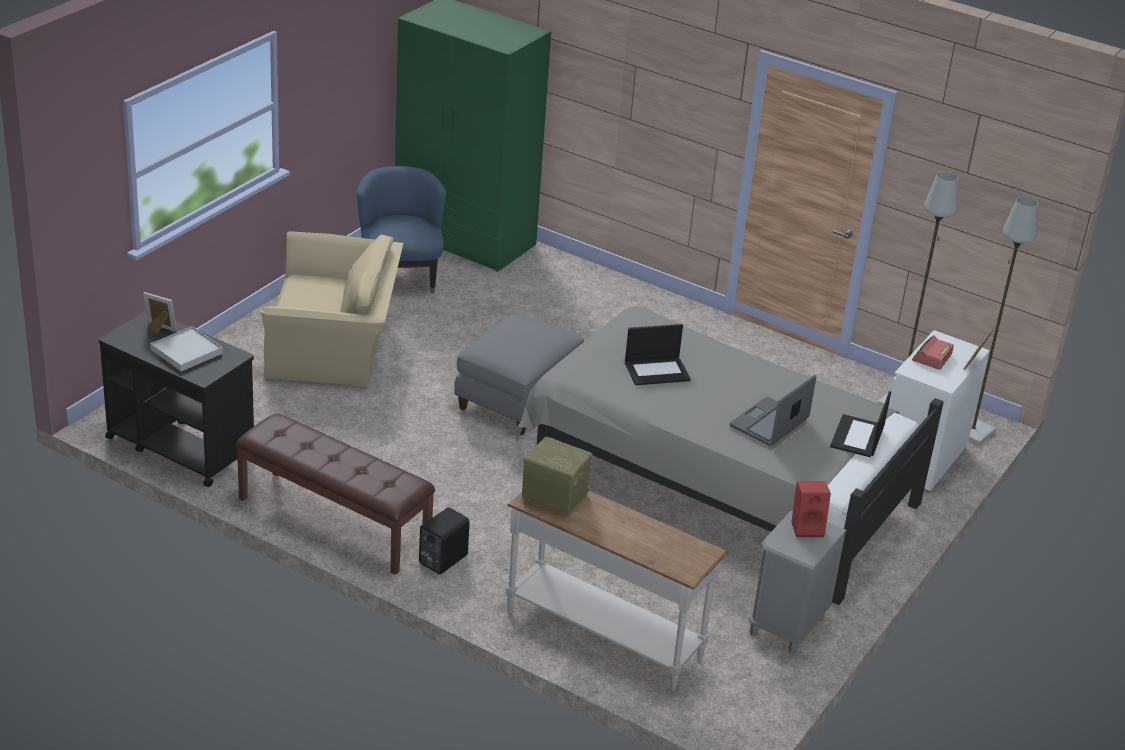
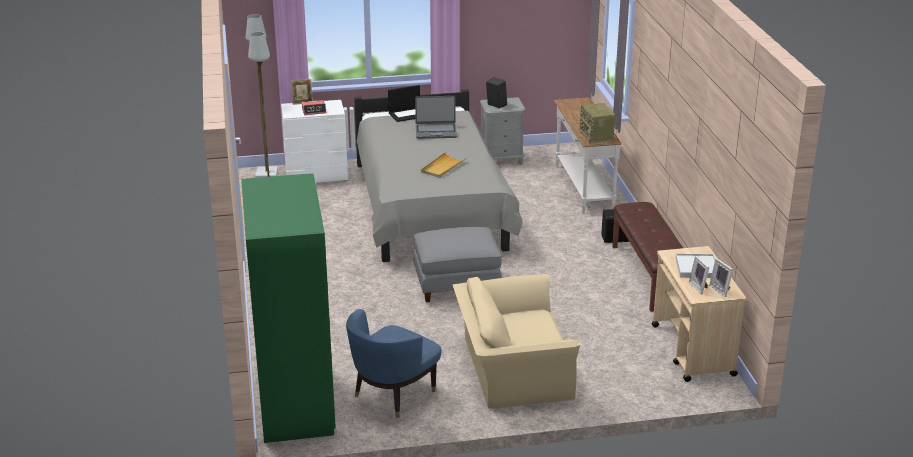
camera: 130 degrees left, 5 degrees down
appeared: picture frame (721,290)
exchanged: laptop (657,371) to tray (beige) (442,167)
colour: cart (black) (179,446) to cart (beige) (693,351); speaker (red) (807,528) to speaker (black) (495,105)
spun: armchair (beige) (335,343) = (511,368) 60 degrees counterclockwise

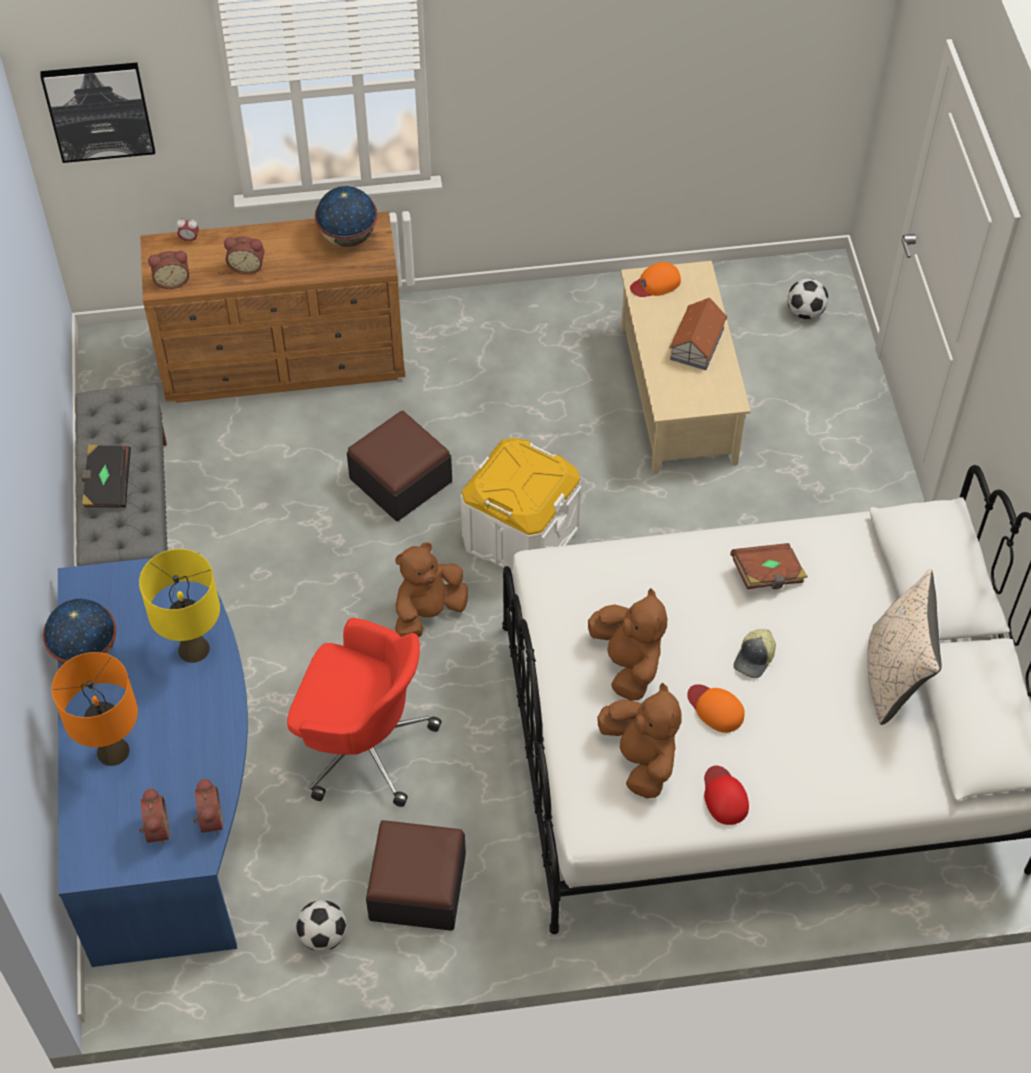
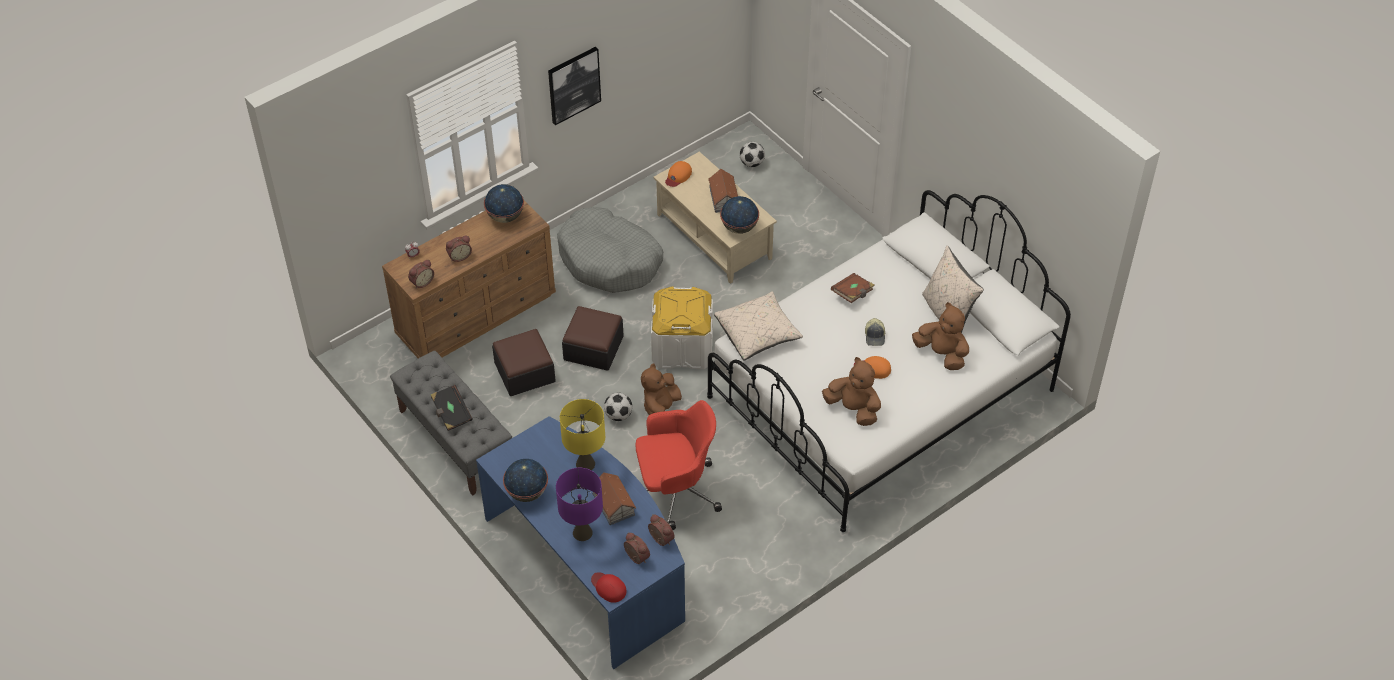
camera: 30 degrees left, 5 degrees down
appeared: globe (739,227); dog bed (grey) (609,260); pillow (beige) (757,334); toy house (613,504)
relocated: picture (99,111) to (573,84); plush toy (brown) (628,663) to (942,354); cap (red) (724,796) to (608,587); ottoman (417,887) to (524,372); football (323,936) to (618,415)
colour: table lamp (orange) (112,751) to table lamp (purple) (582,533)

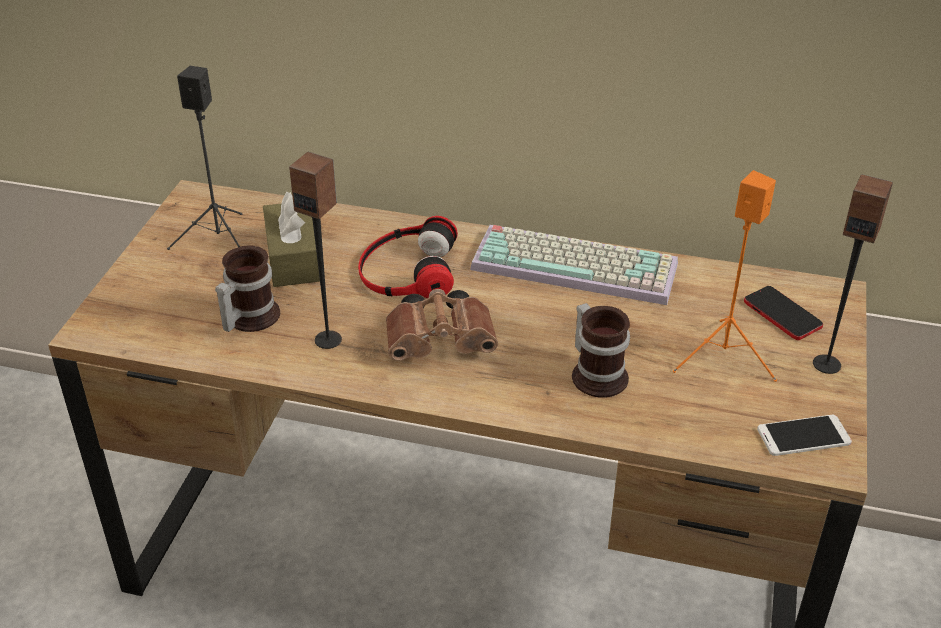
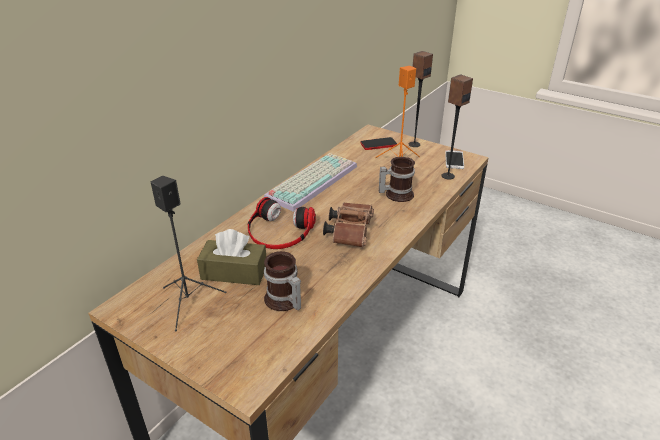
camera: 70 degrees left, 5 degrees down
relocated: speaker (328,339) to (447,176)

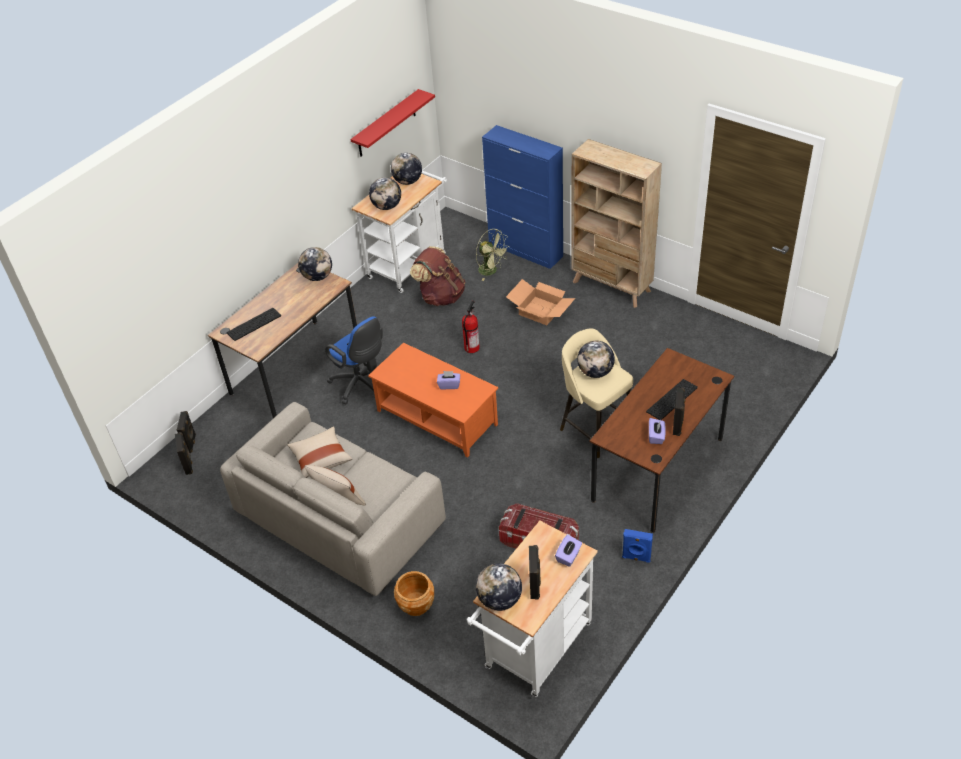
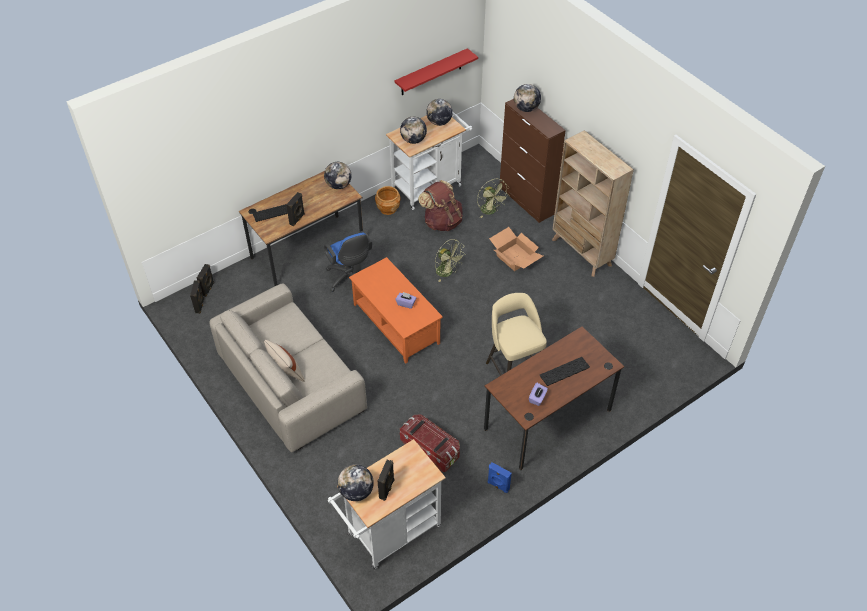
camera: 15 degrees right, 5 degrees up
missing: pillow (beige) (320,459); tissue box (purple) (568,556)
relocated: globe (595,372) to (526,108); speaker (black) (678,425) to (297,219); planter (brown) (416,604) to (388,209)
exchanged: fire extinguisher (472,347) to fan (green) (447,272)
colour: cabinet (blue) (526,250) to cabinet (brown) (526,200)

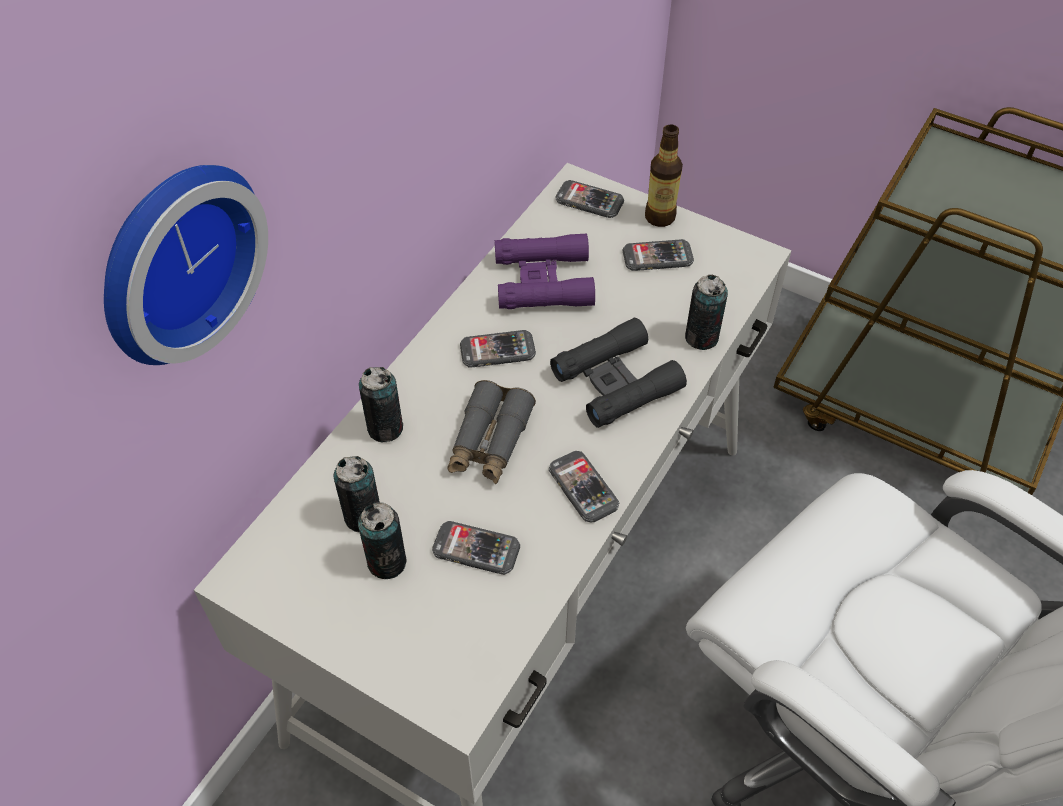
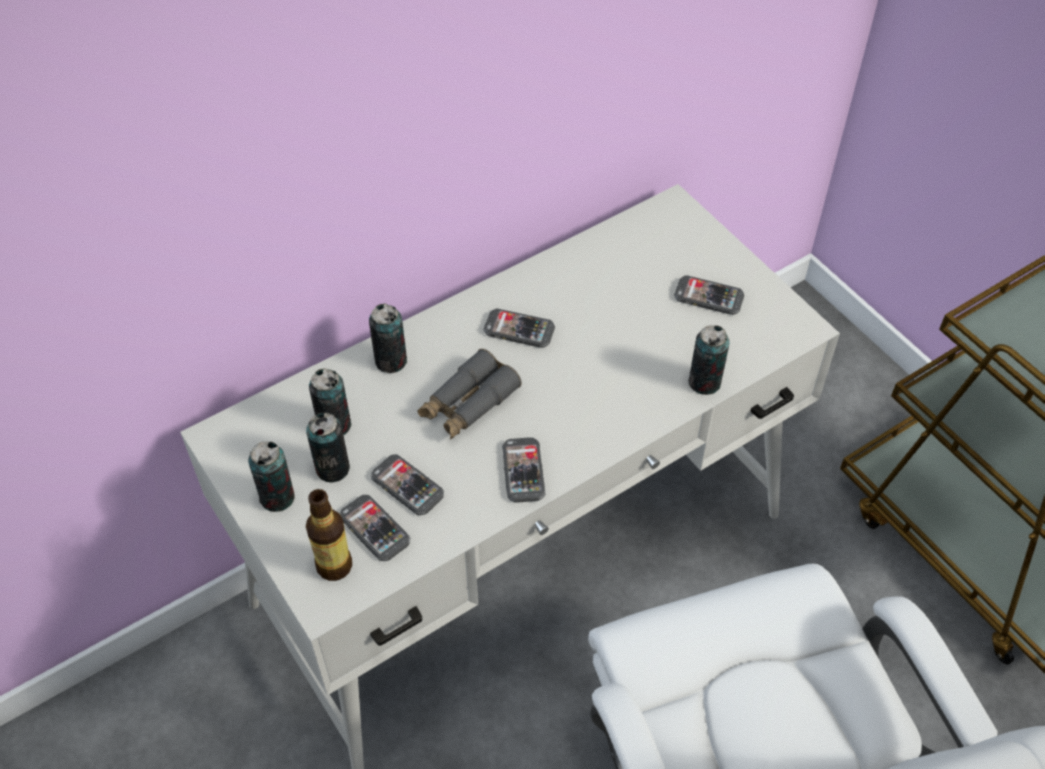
camera: 25 degrees right, 0 degrees up
missing: wall clock (173,259); binoculars (purple) (543,281); binoculars (black) (616,381)
appeared: can (277,497)
relocated: bottle (660,217) to (334,566); phone (589,201) to (374,529)

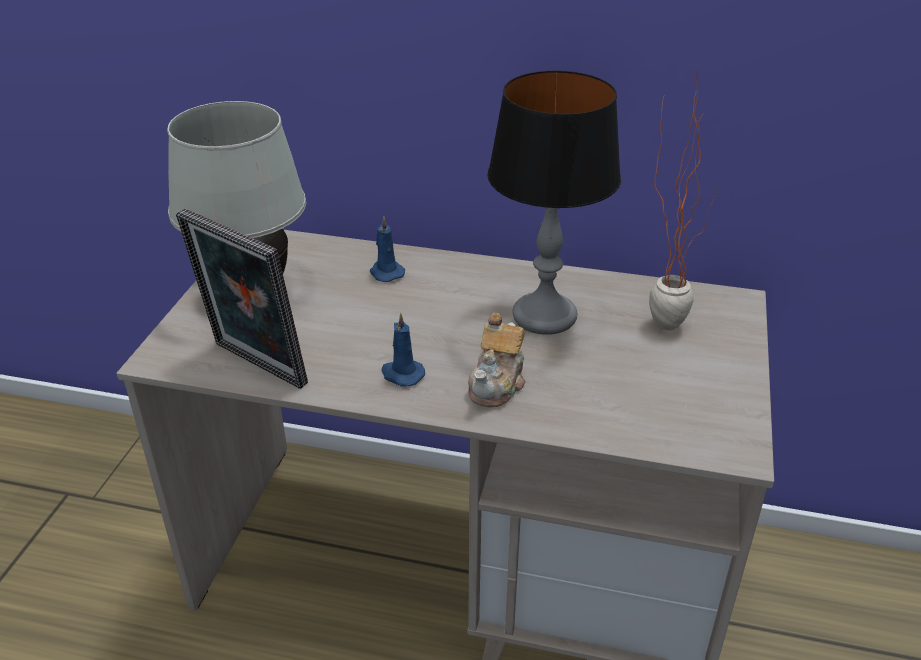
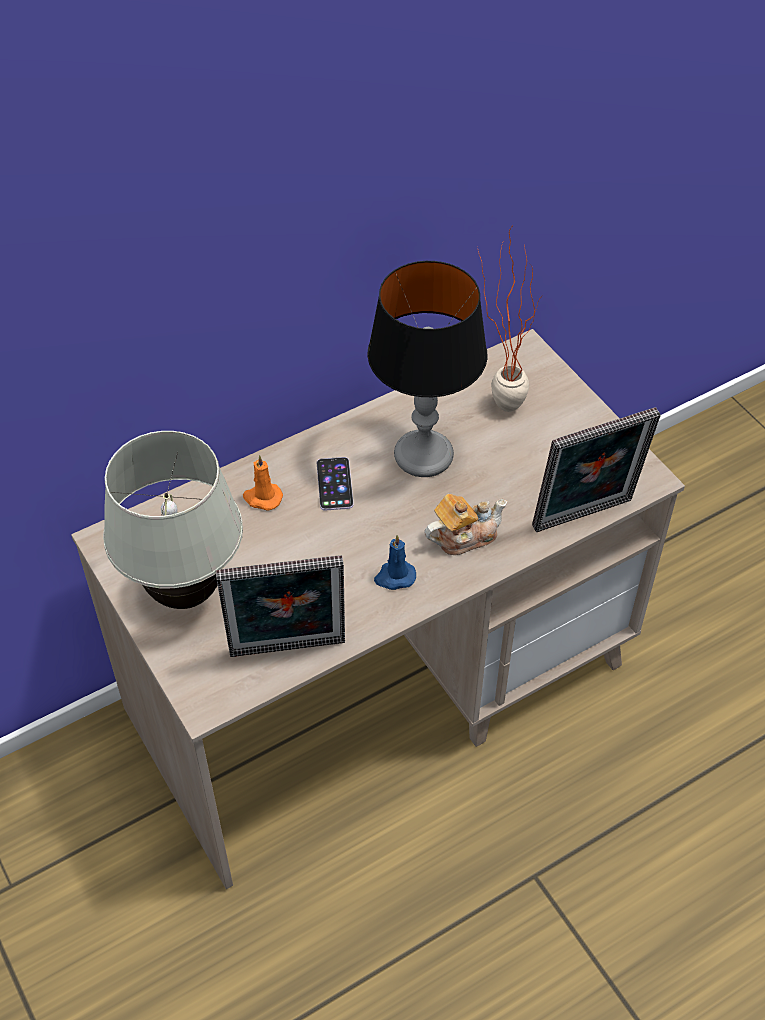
camera: 45 degrees left, 15 degrees up
appeared: picture frame (585,518); phone (334,484)
colour: candle (blue) (386,272) to candle (orange) (262,498)
spun: teapot (498,384) = (464,536) 90 degrees counterclockwise

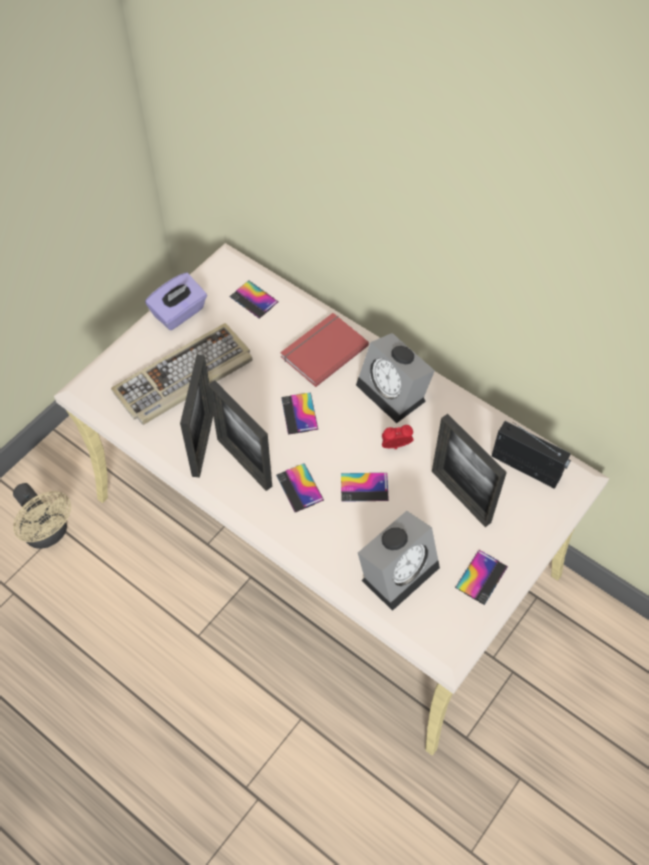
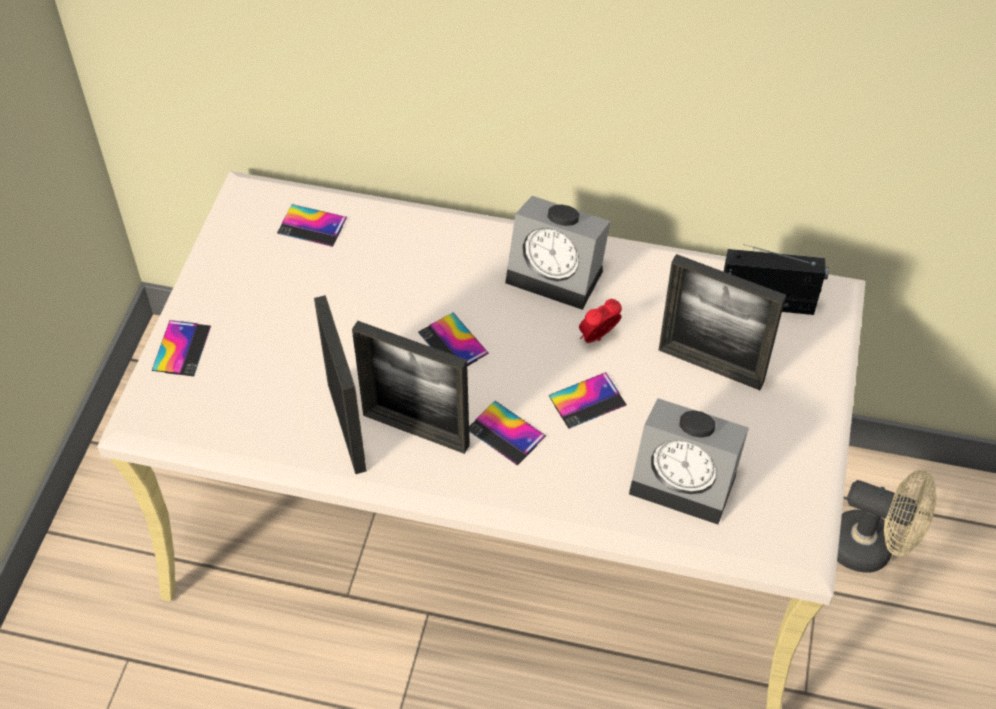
camera: 25 degrees left, 5 degrees down
missing: tissue box (purple) (179,313); book (red) (322,350); keyboard (184,378)
relocated: fan (beige) (49,534) to (871,548); phone (481,577) to (181,348)
spun: alarm clock (399,569) = (687,481) 90 degrees clockwise

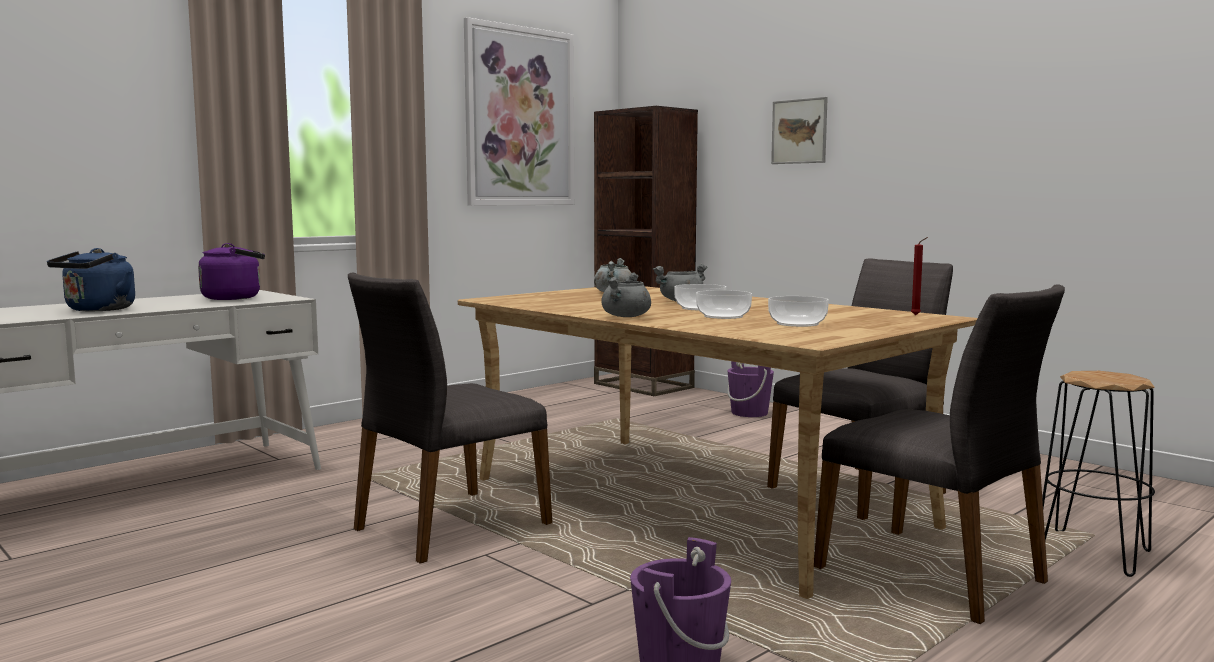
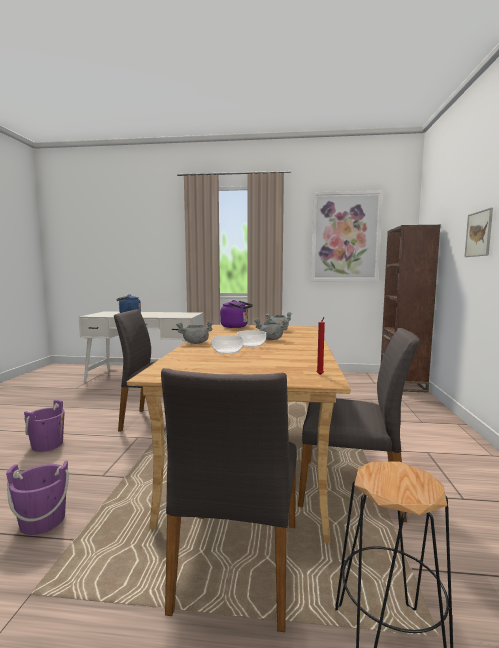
camera: 50 degrees right, 0 degrees up
missing: bowl (798,324)
relocated: kettle (purple) (235,298) to (236,326); bucket (purple) (749,413) to (47,445)

